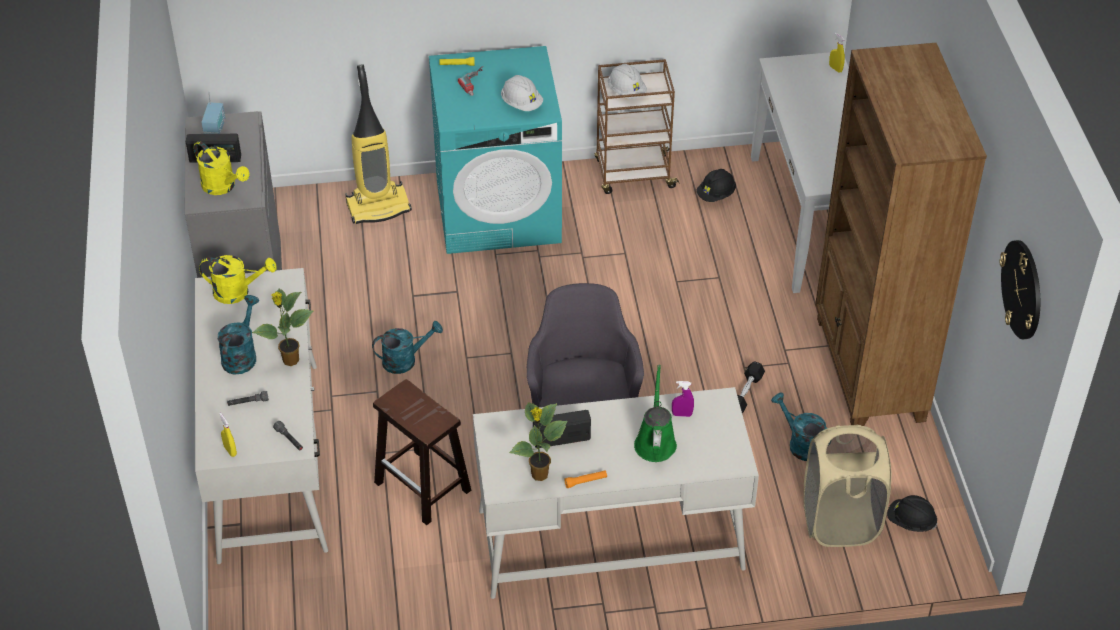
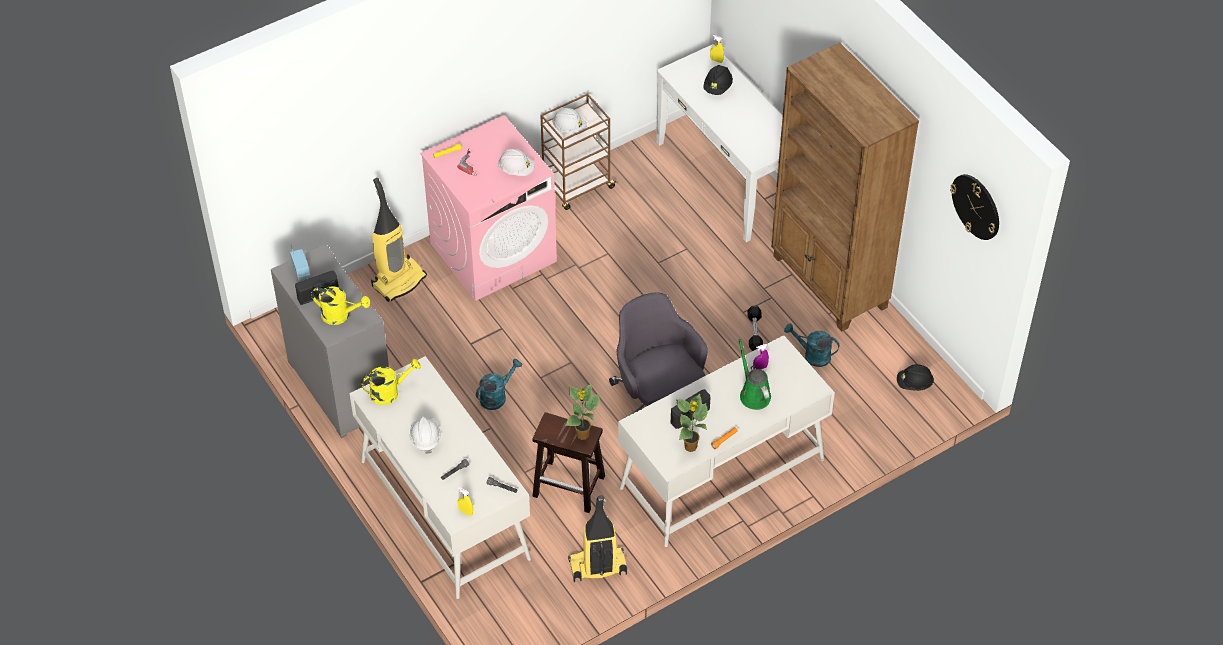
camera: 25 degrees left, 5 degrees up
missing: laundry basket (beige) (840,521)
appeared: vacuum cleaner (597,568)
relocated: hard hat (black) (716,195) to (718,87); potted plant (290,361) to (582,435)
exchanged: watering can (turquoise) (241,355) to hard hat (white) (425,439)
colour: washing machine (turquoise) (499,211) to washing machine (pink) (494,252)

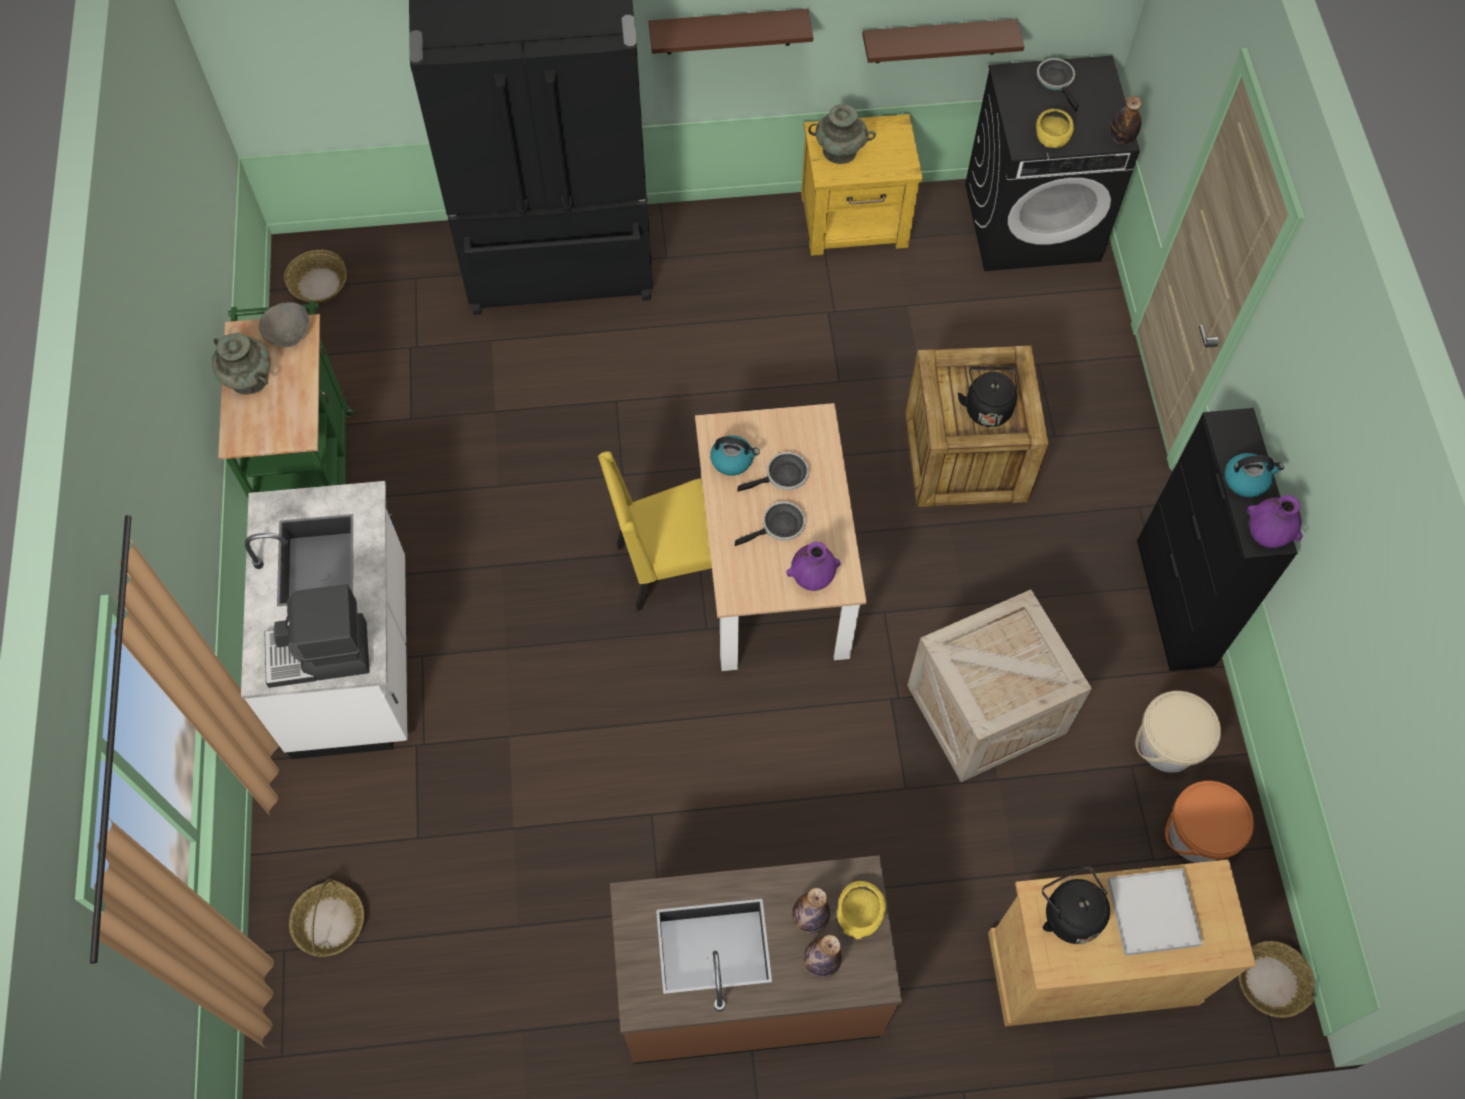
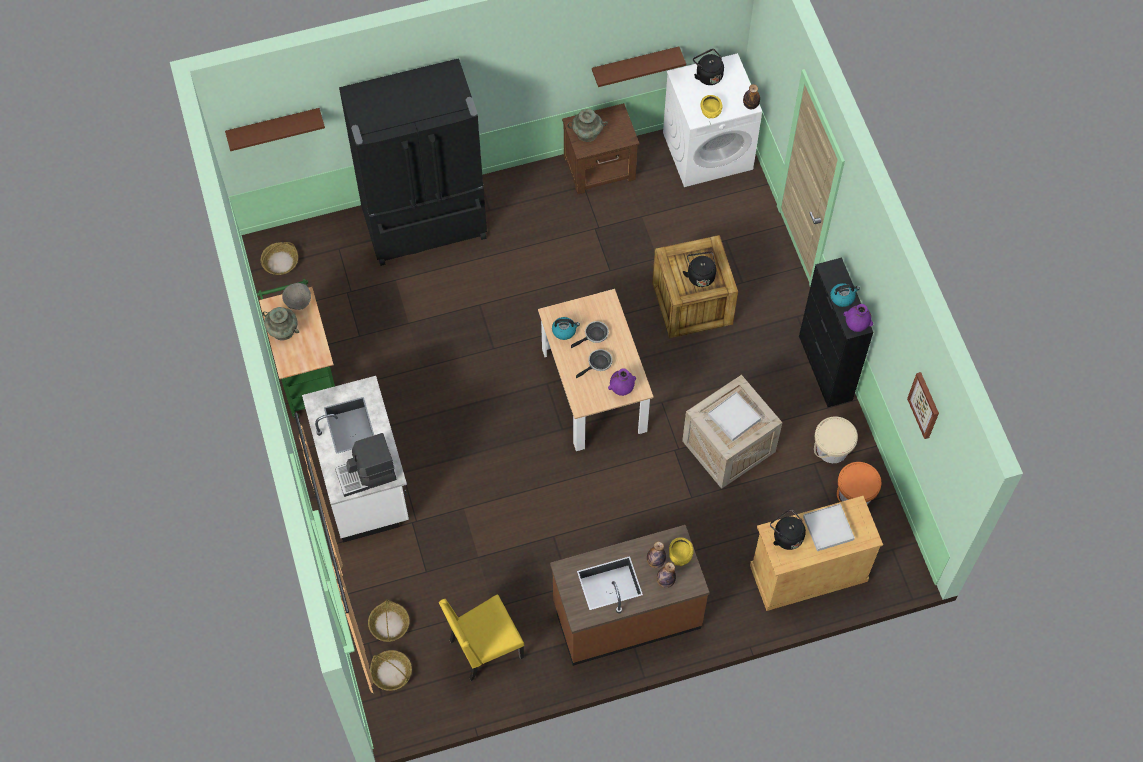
camera: 10 degrees left, 0 degrees up
appeared: picture (925,405); tray (white) (733,417)
relocated: shelf (brown) (728,31) to (274,127); chair (yellow) (668,567) to (484,649); basket (1271,982) to (391,673)
exchanged: frying pan (1056,81) to kettle (black) (708,75)
colour: washing machine (black) (1032,221) to washing machine (white) (708,150); nightstand (yellow) (855,222) to nightstand (brown) (600,168)

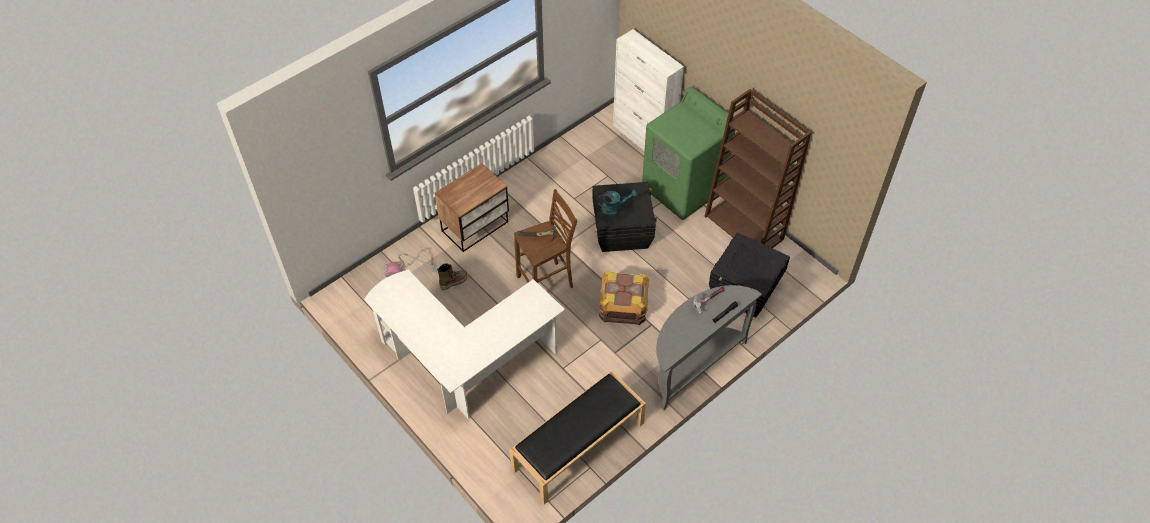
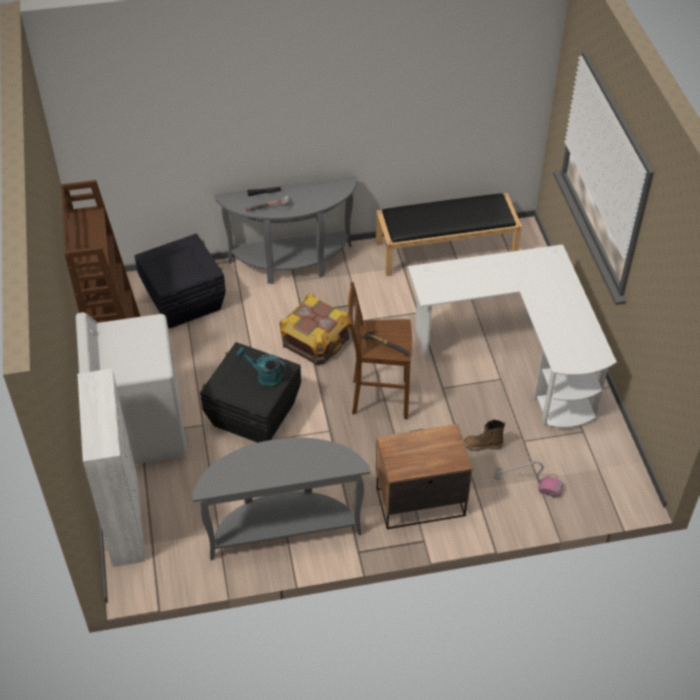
camera: 150 degrees left, 5 degrees down
appeared: console table (grey) (283,528)
colour: washing machine (green) (683,189) to washing machine (white) (141,431)

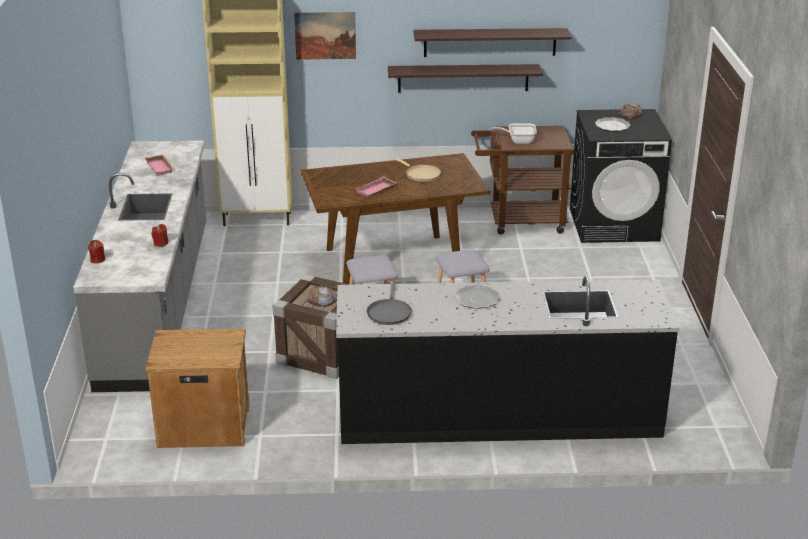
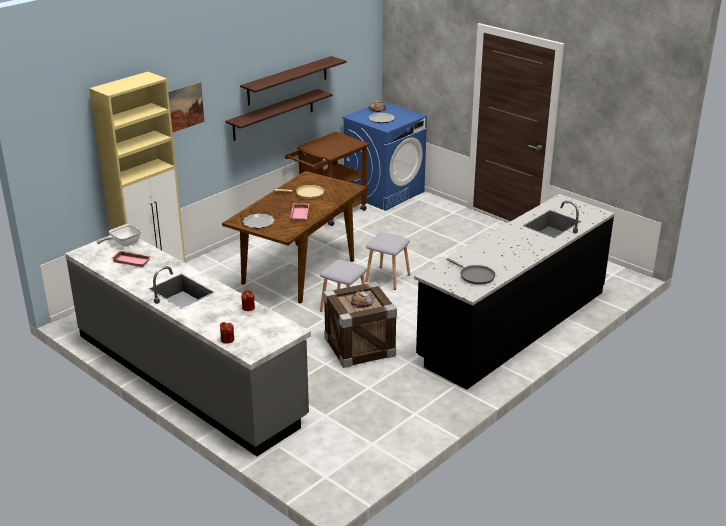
camera: 45 degrees left, 0 degrees up
missing: nightstand (brown) (202,425)
relocated: frying pan (518,141) to (123,244); plate (477,299) to (258,222)
colour: washing machine (black) (614,224) to washing machine (blue) (384,192)

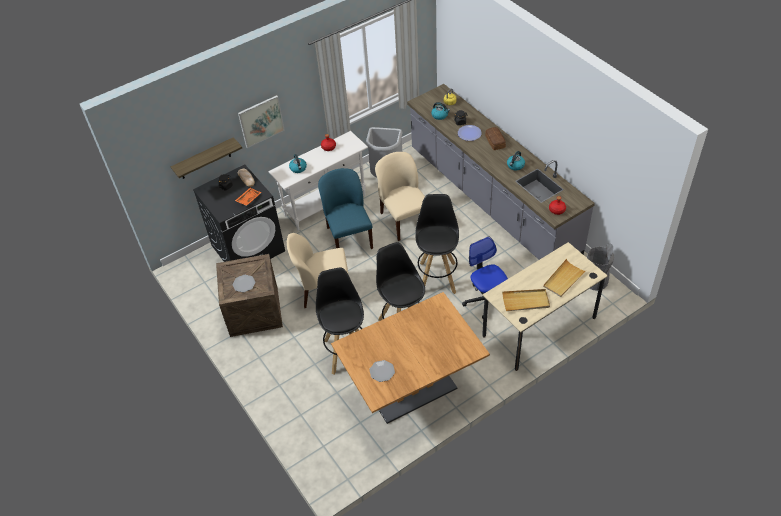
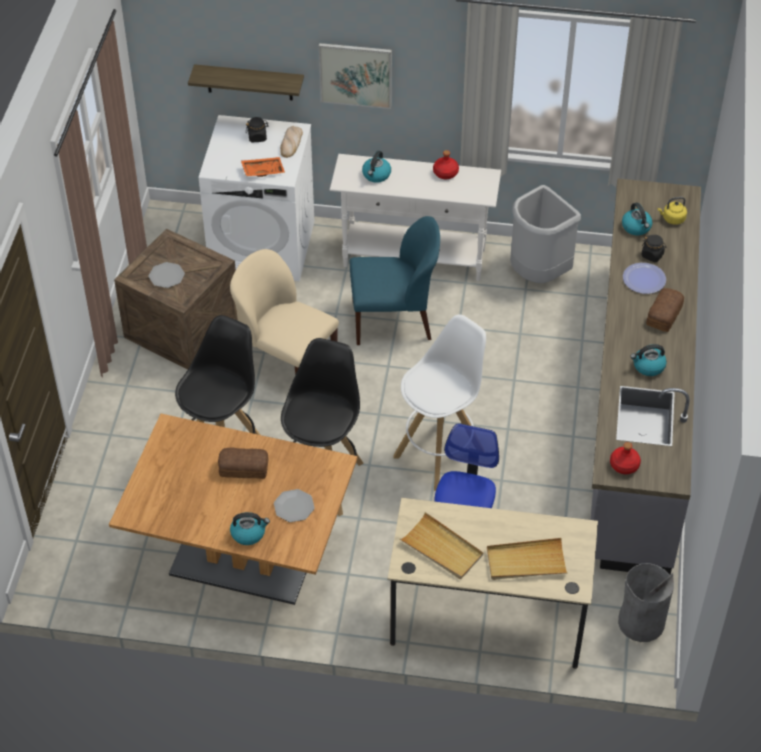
camera: 40 degrees right, 0 degrees up
missing: chair (beige) (404,220)
appeared: bread (243,467); kettle (249,533)
relocated: plate (382,371) to (294,506)
colour: washing machine (black) (248,248) to washing machine (white) (263,246); stool (black) (437,277) to stool (white) (440,453)
spun: chair (blue) (349,237) = (393,320) 60 degrees clockwise

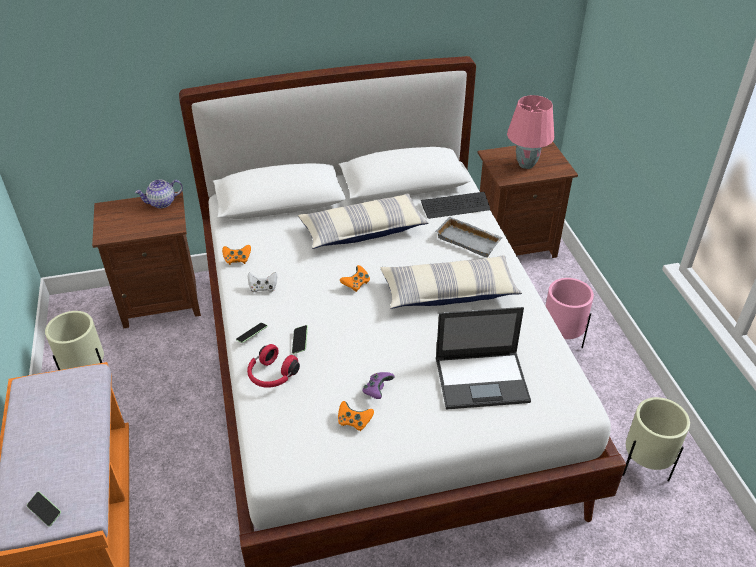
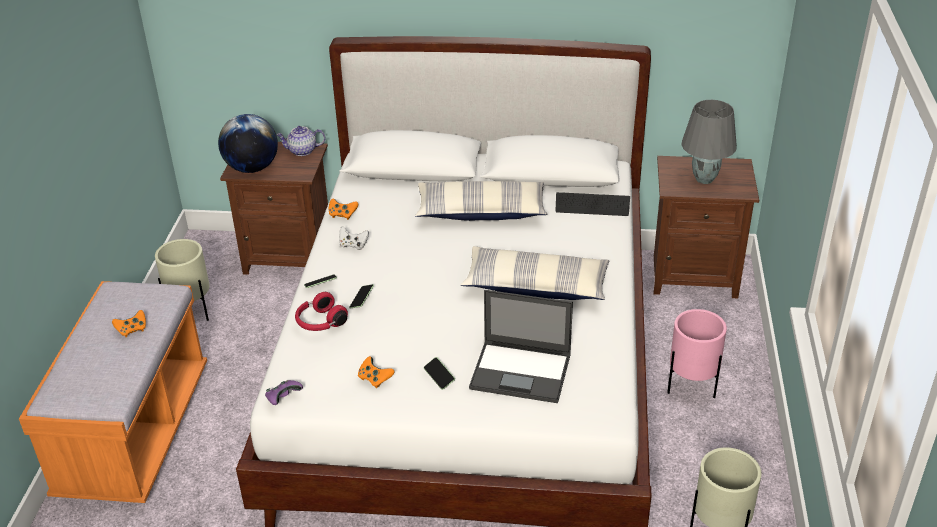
camera: 20 degrees right, 5 degrees down
missing: tray (grey) (469,240)
appeared: globe (252,168)
relocated: game controller (orange) (356,284) to (132,330); game controller (purple) (377,390) to (283,398); phone (45,511) to (439,377)
colour: table lamp (pink) (526,164) to table lamp (grey) (705,179)

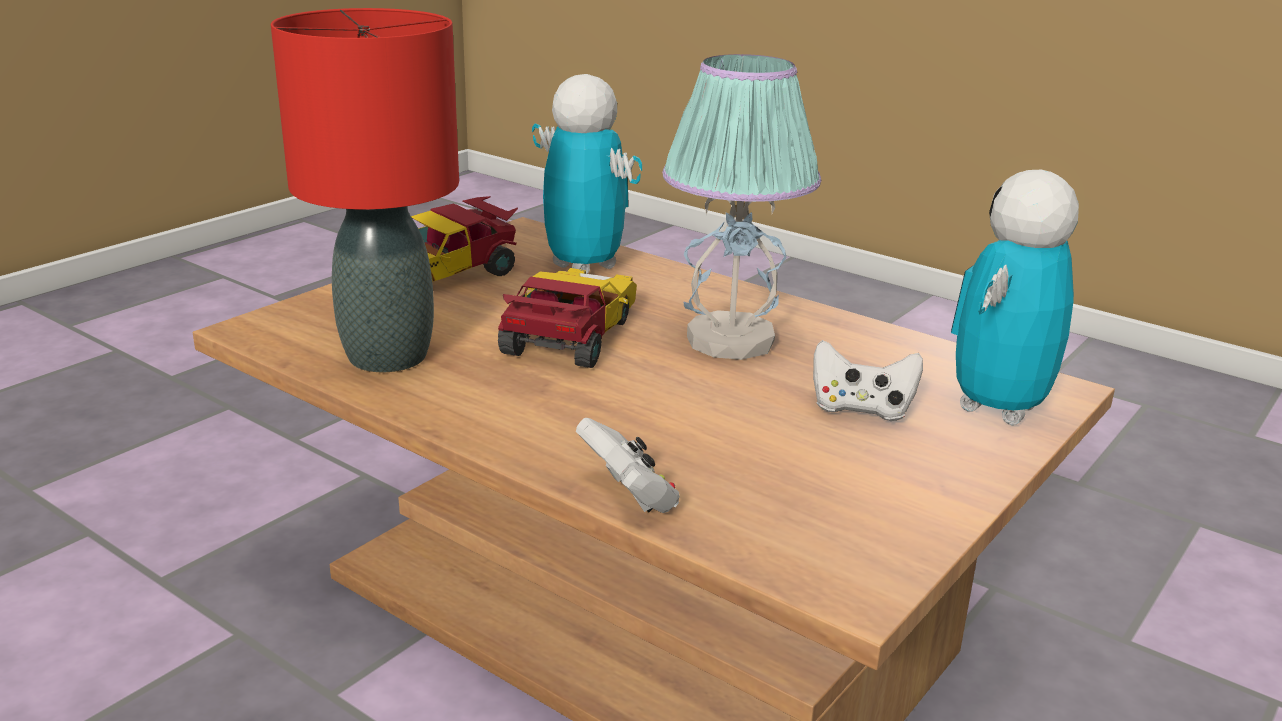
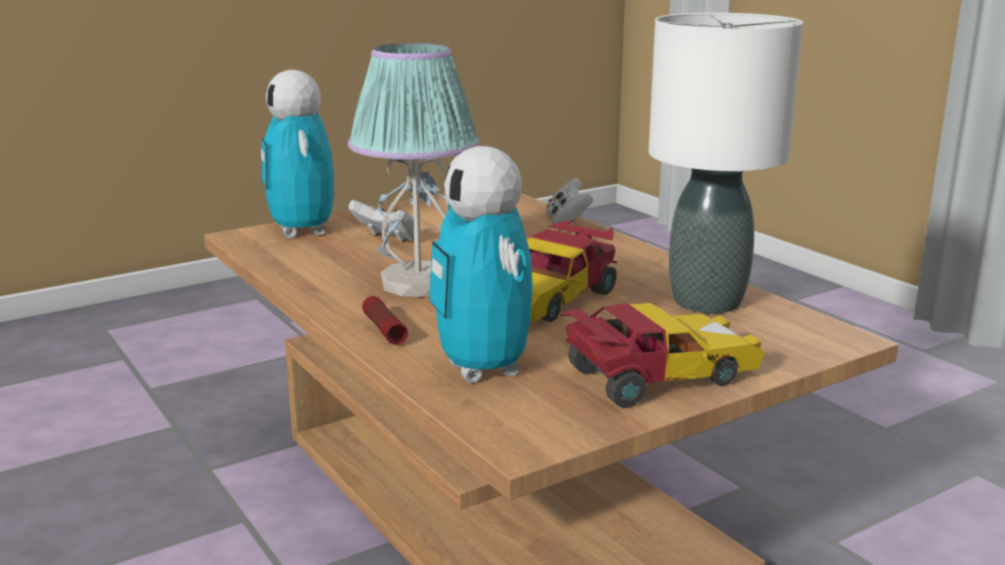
camera: 160 degrees left, 5 degrees down
appeared: flashlight (384,329)
colour: table lamp (red) (386,356) to table lamp (white) (708,302)
spun: toy robot (998,408) = (302,231) 105 degrees clockwise

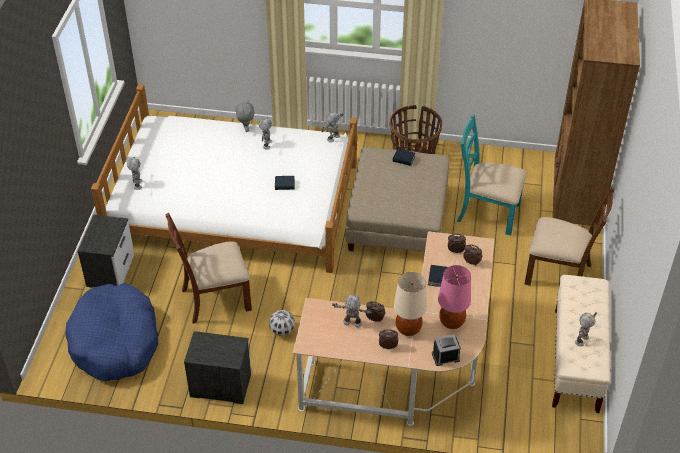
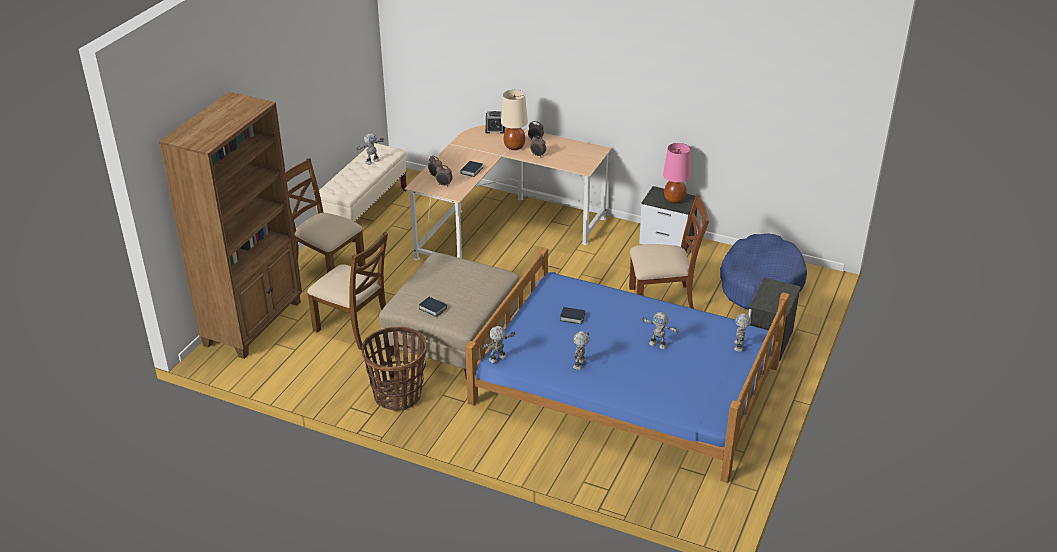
camera: 165 degrees left, 10 degrees down
missing: plush toy (grey) (246,129); football (282,331)
relocated: table lamp (pink) (452,322) to (674,199); toy robot (352,323) to (658,344)
colour: bed (white) (235,203) to bed (blue) (624,384); chair (turquoise) (487,212) to chair (brown) (354,327)

